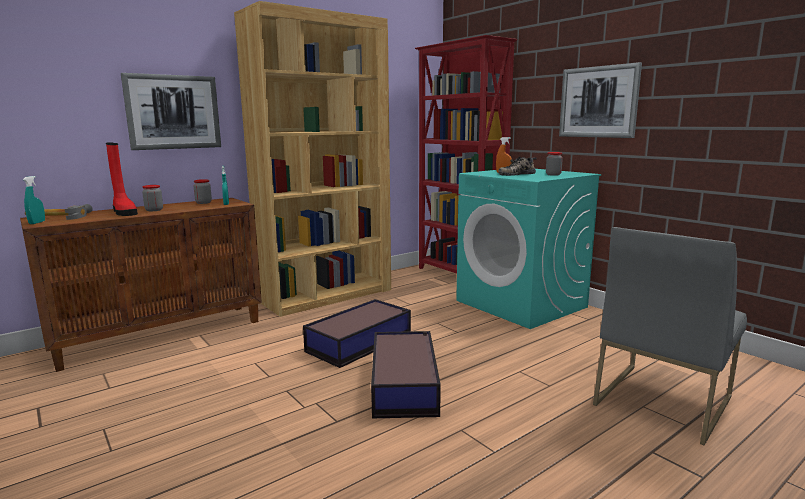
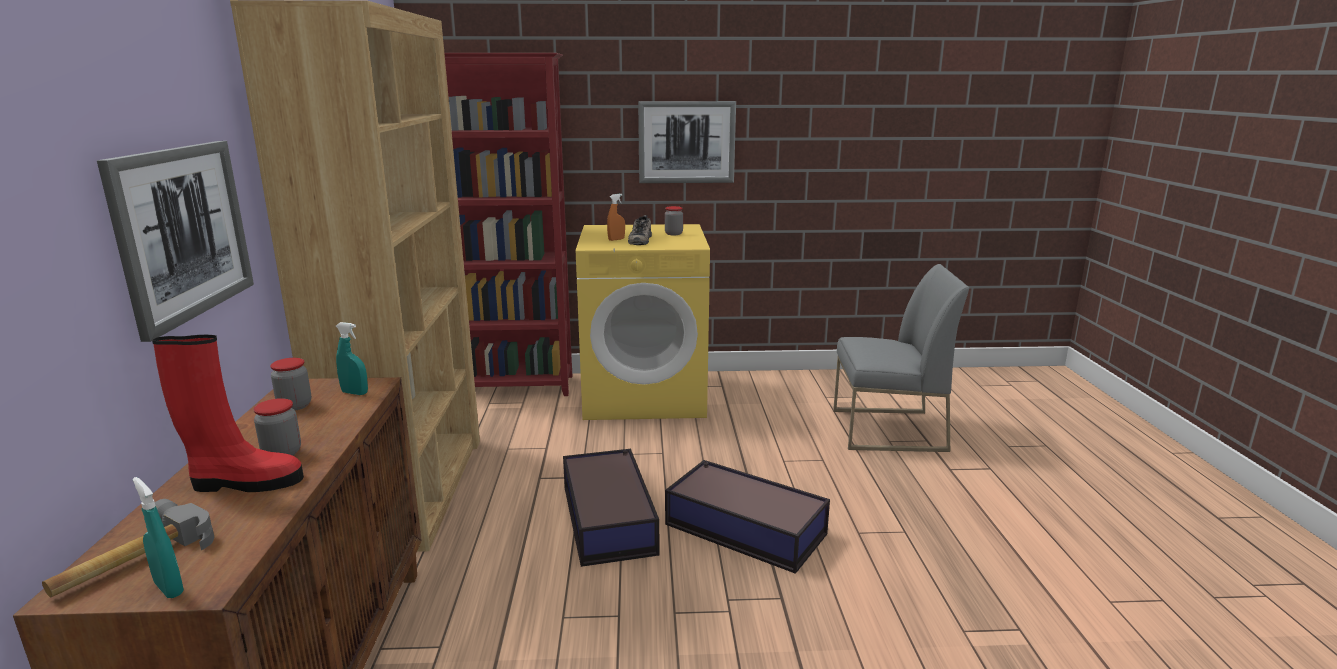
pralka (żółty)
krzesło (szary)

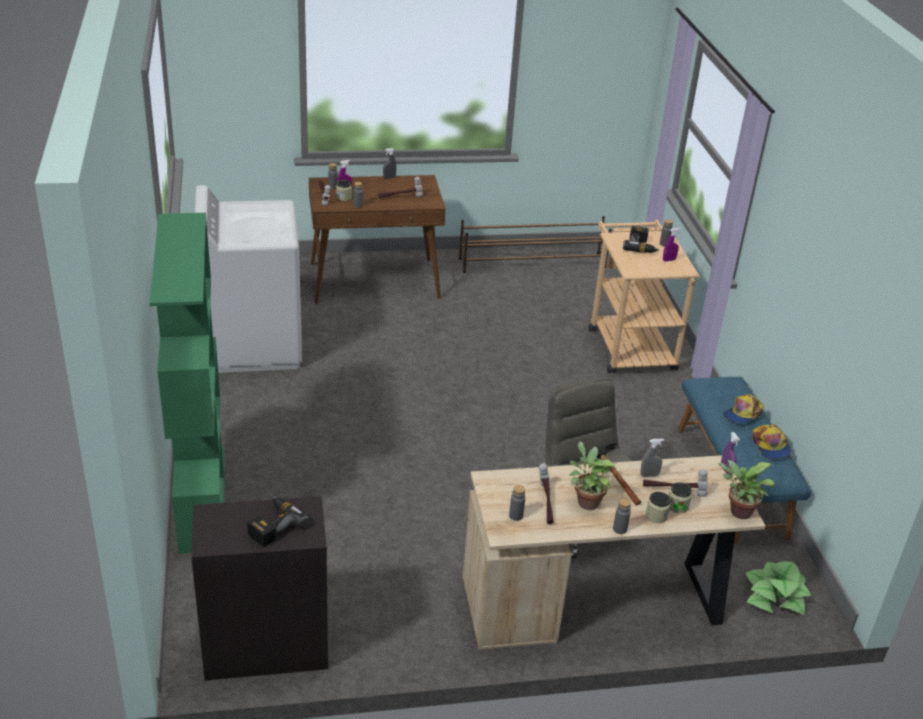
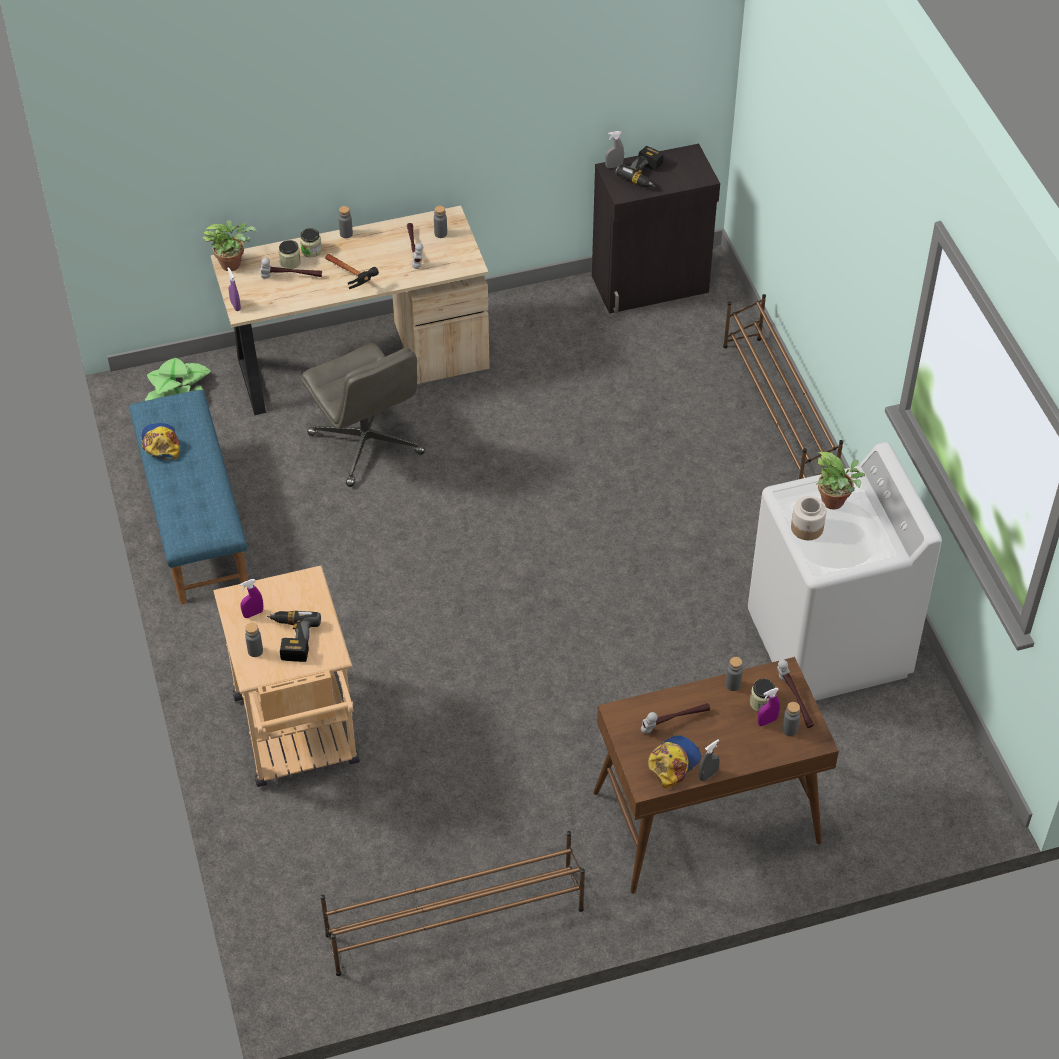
spryskiwacz (szary) (no. 1 from left)
czapka z daszkiem (no. 2 from left)
regał na buty (brązowy) (no. 2 from left)
słoik (no. 4 from left)
roślina doniczkowa (no. 3 from left)

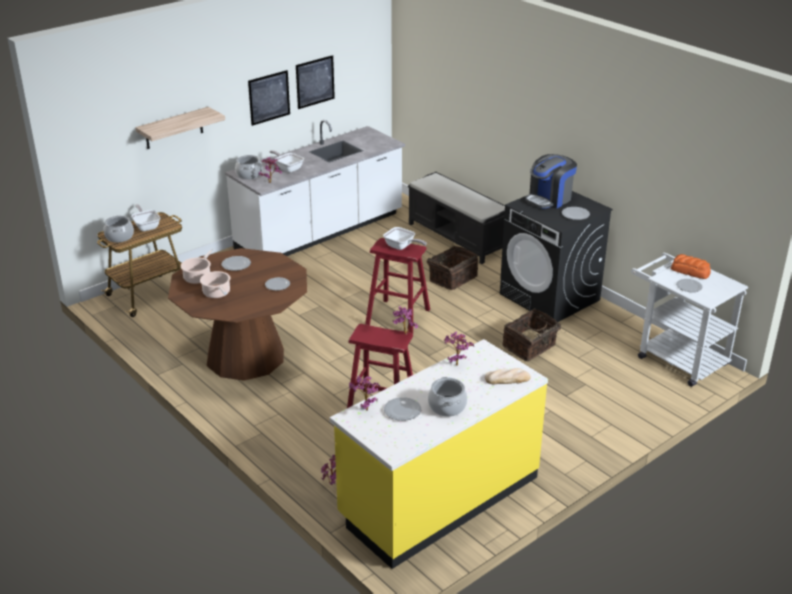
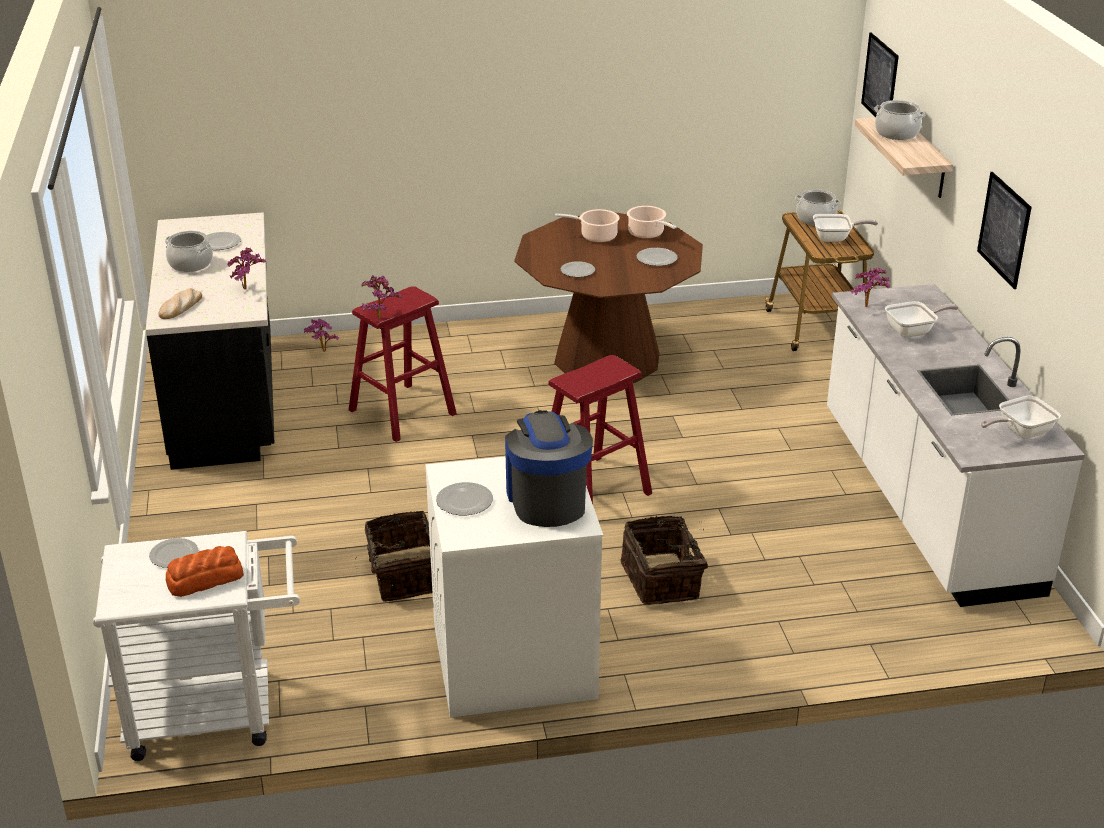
zabudowa kuchenna (czarny)
pralka (biały)
obraz (no. 1 from left)
garnek (no. 5 from left)
patelnia (no. 3 from left)
roślina doniczkowa (no. 3 from left in the first image)
ławka (czarny)

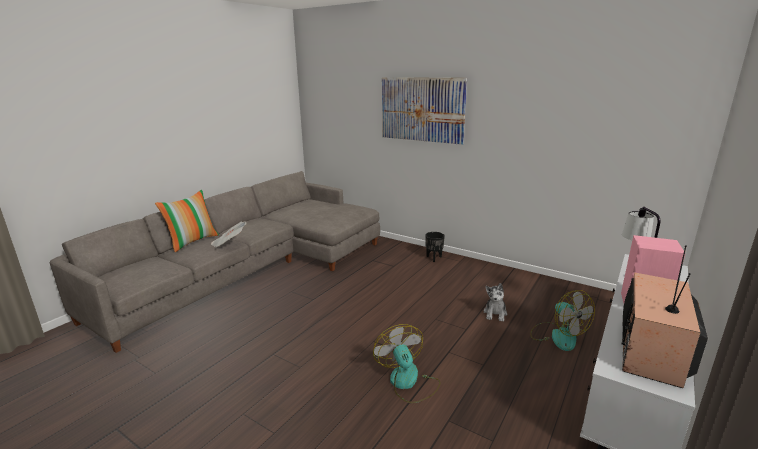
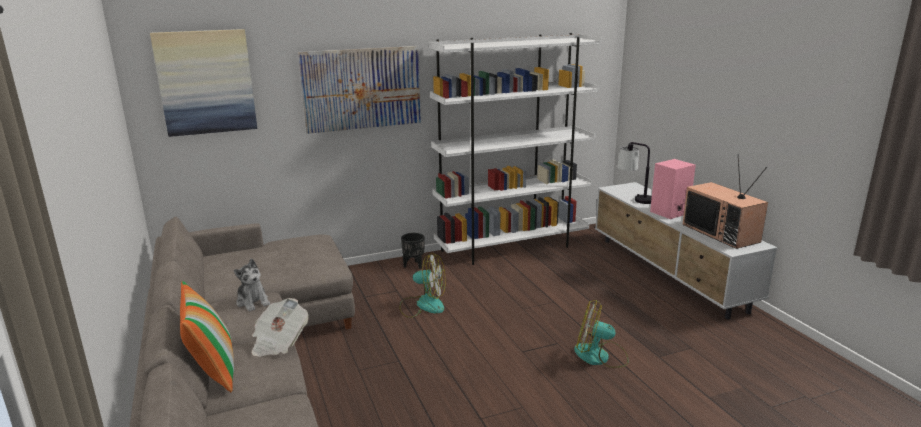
obraz (no. 1 from left)
pluszak
wentylator (no. 1 from left)
regał (biały)

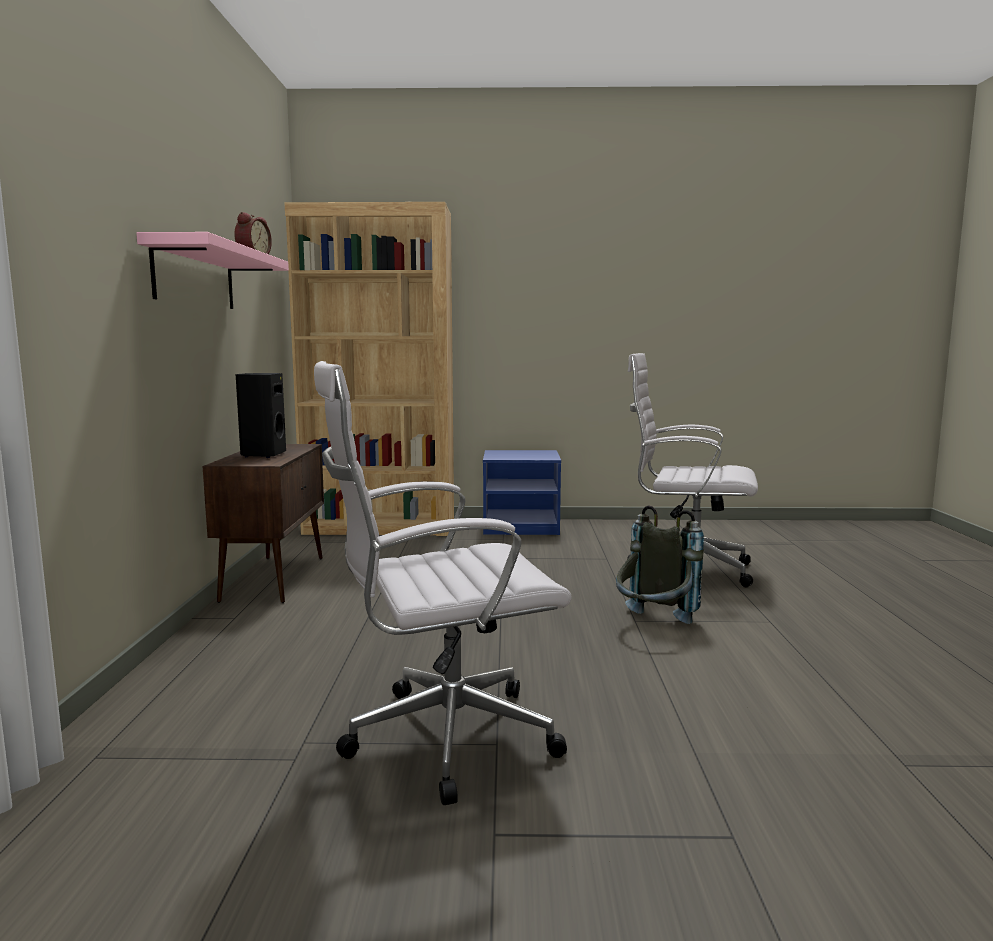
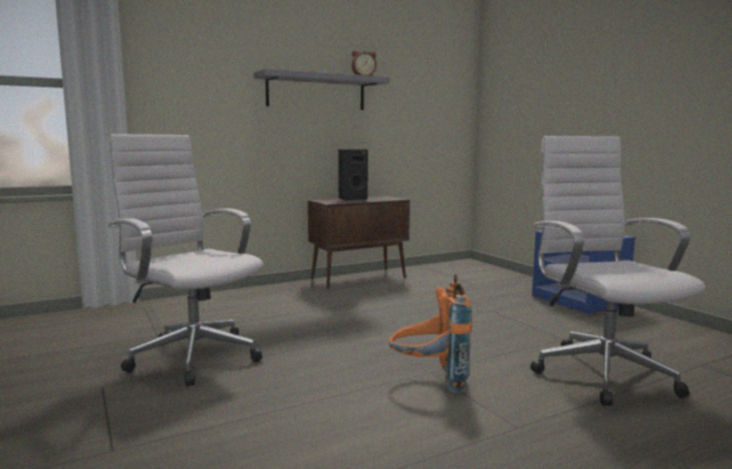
półka (szary)
plecak (pomarańczowy)
regał (brązowy)

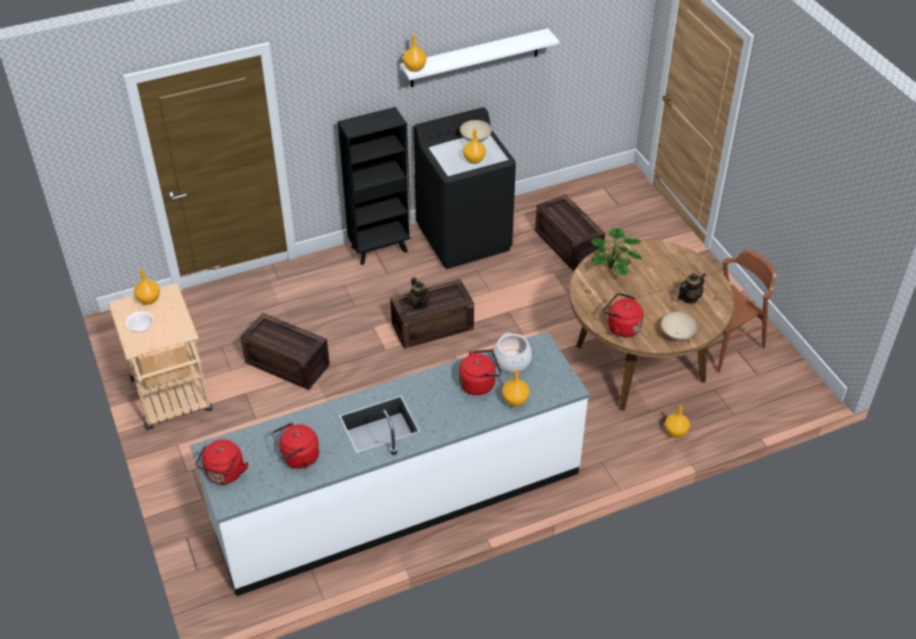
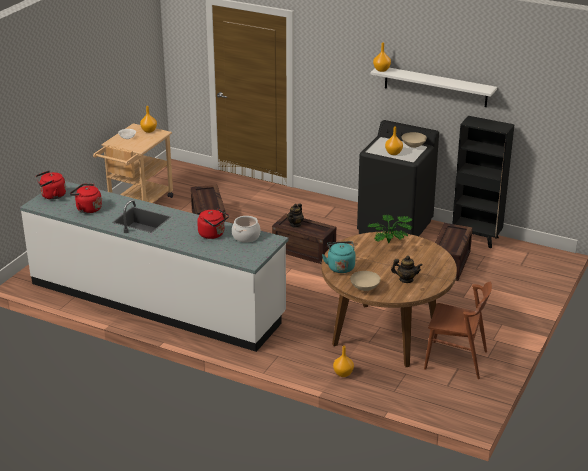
czajnik (turkusowy)
regał (czarny)
wazon (pomarańczowy) (no. 4 from left in the first image)

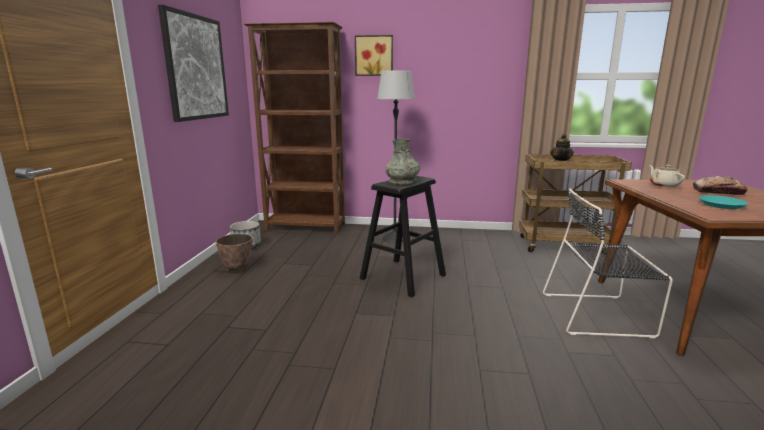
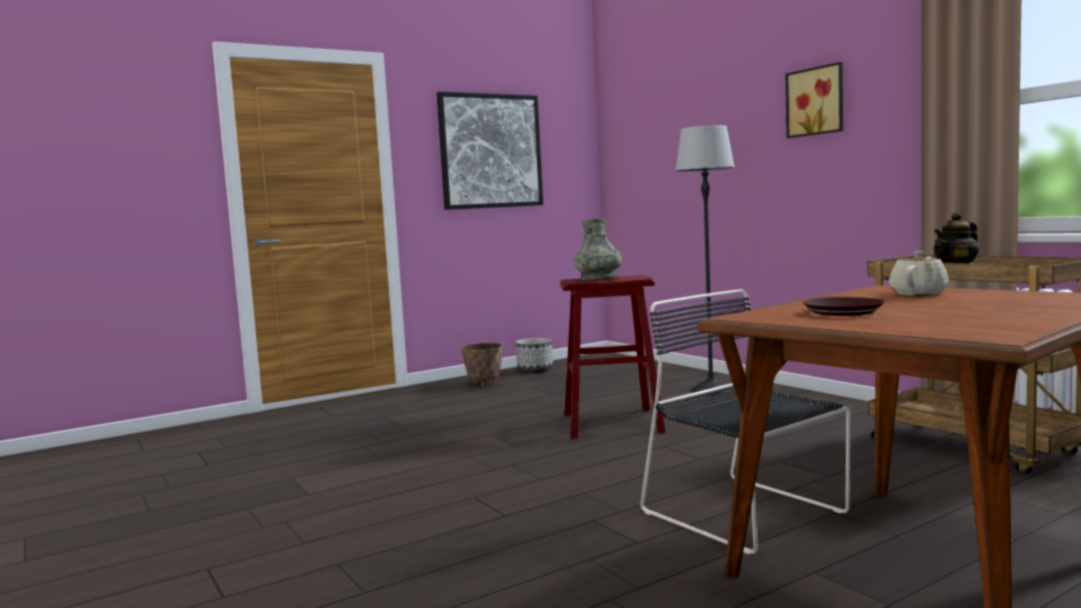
stołek (czerwony)
obraz (no. 2 from left)
talerz (brązowy)
regał (brązowy)
chleb

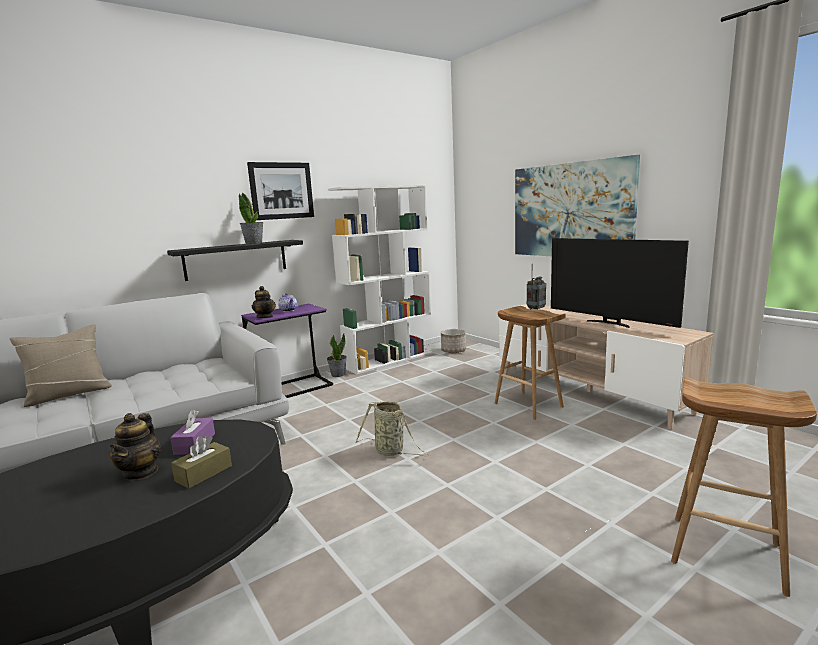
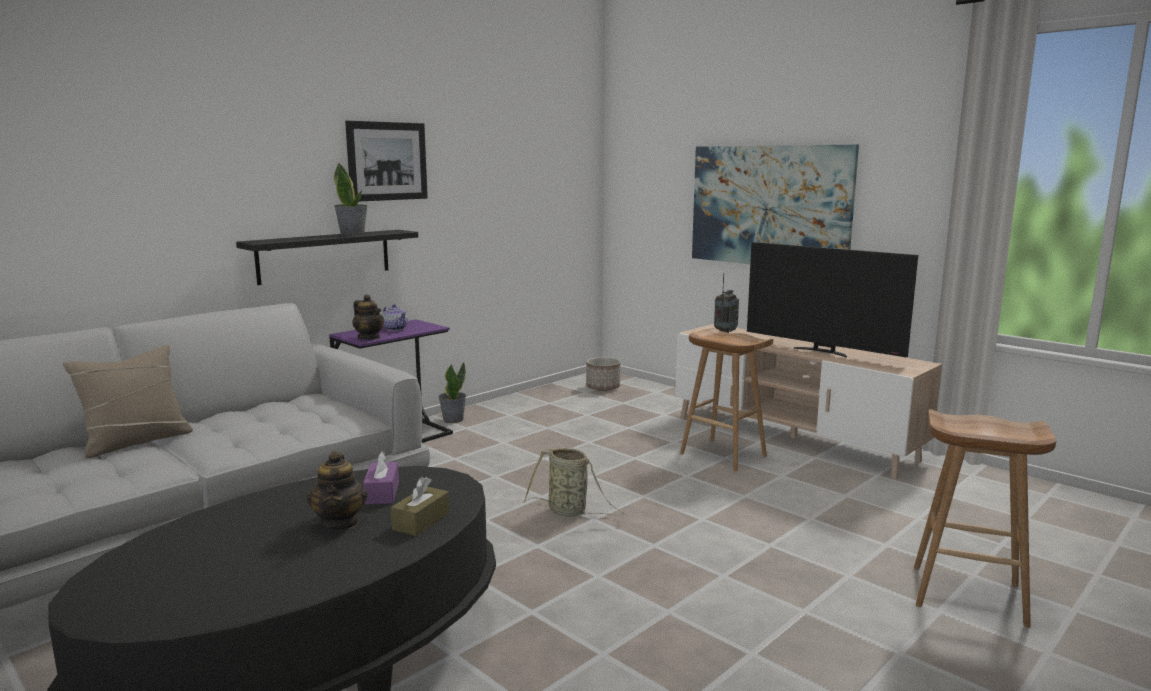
regał (biały)

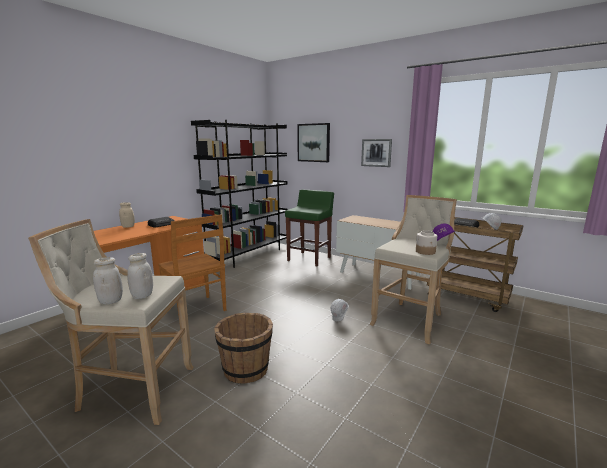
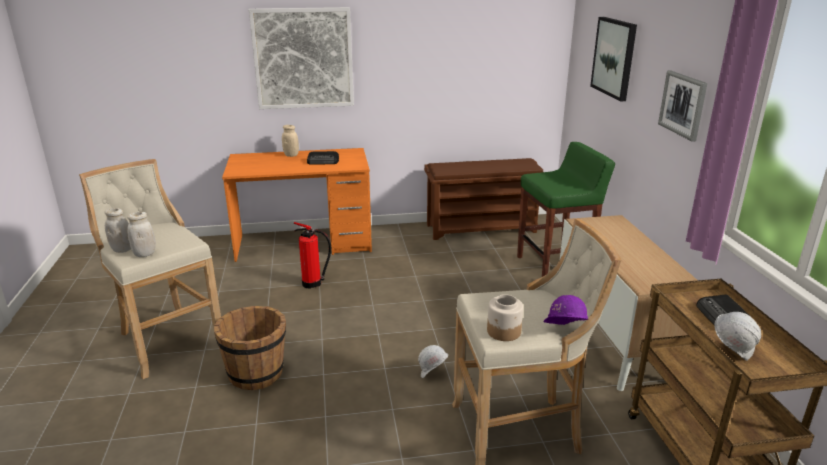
obraz (no. 1 from left)
gaśnica
regał na buty (brązowy)

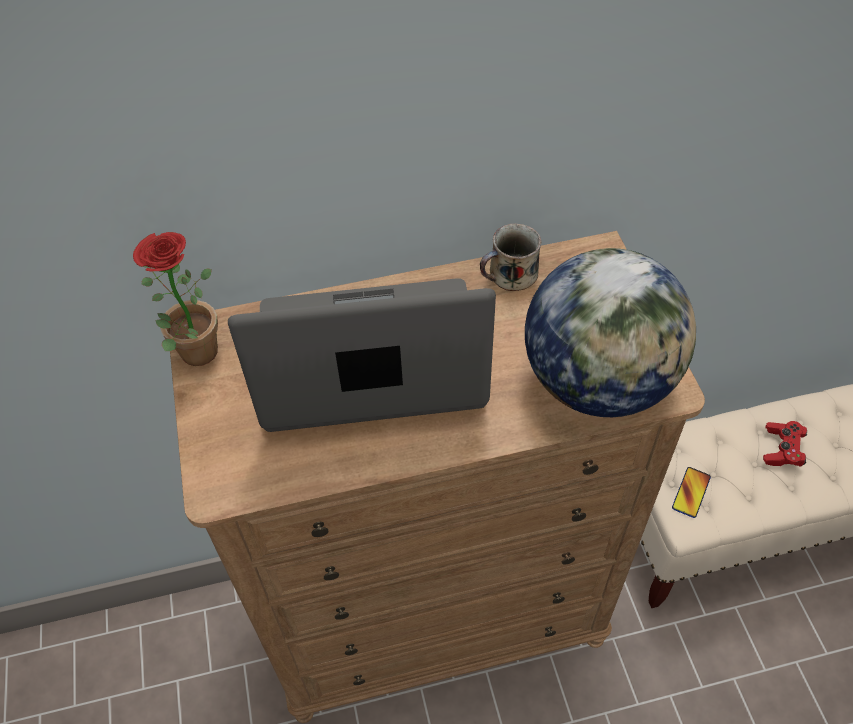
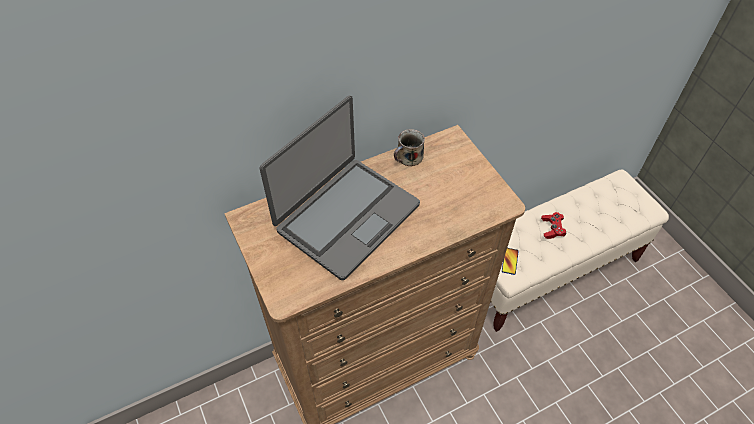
laptop
roślina doniczkowa
globus

